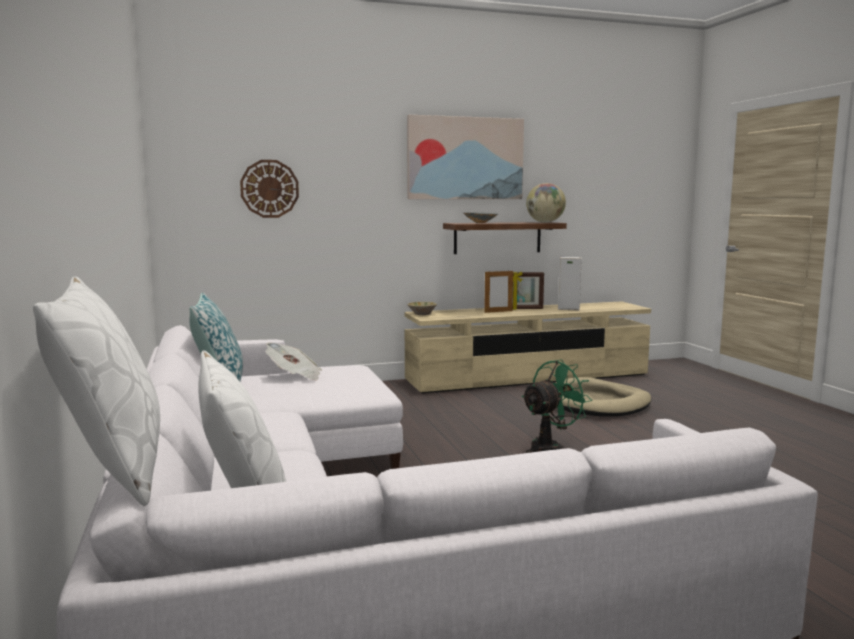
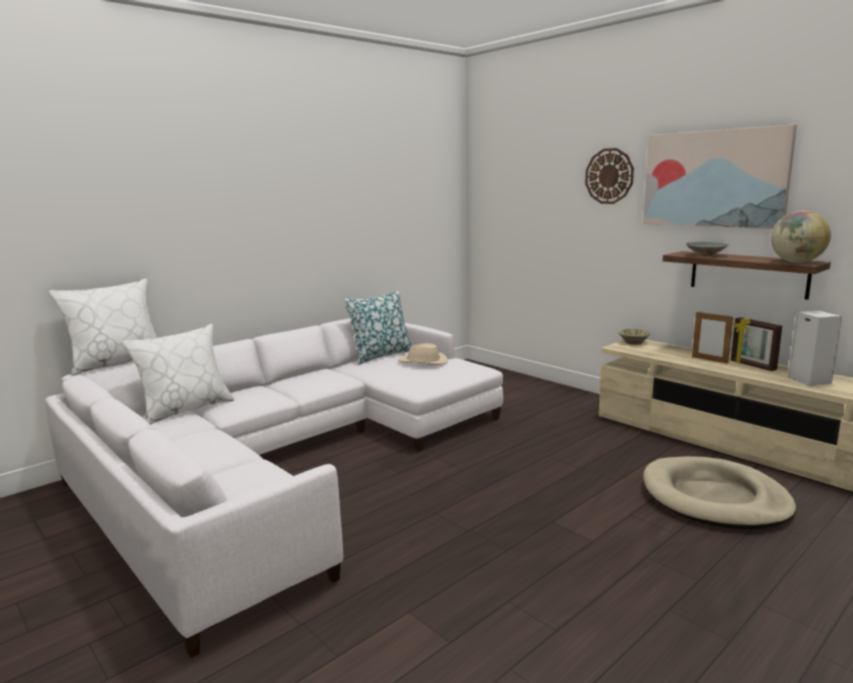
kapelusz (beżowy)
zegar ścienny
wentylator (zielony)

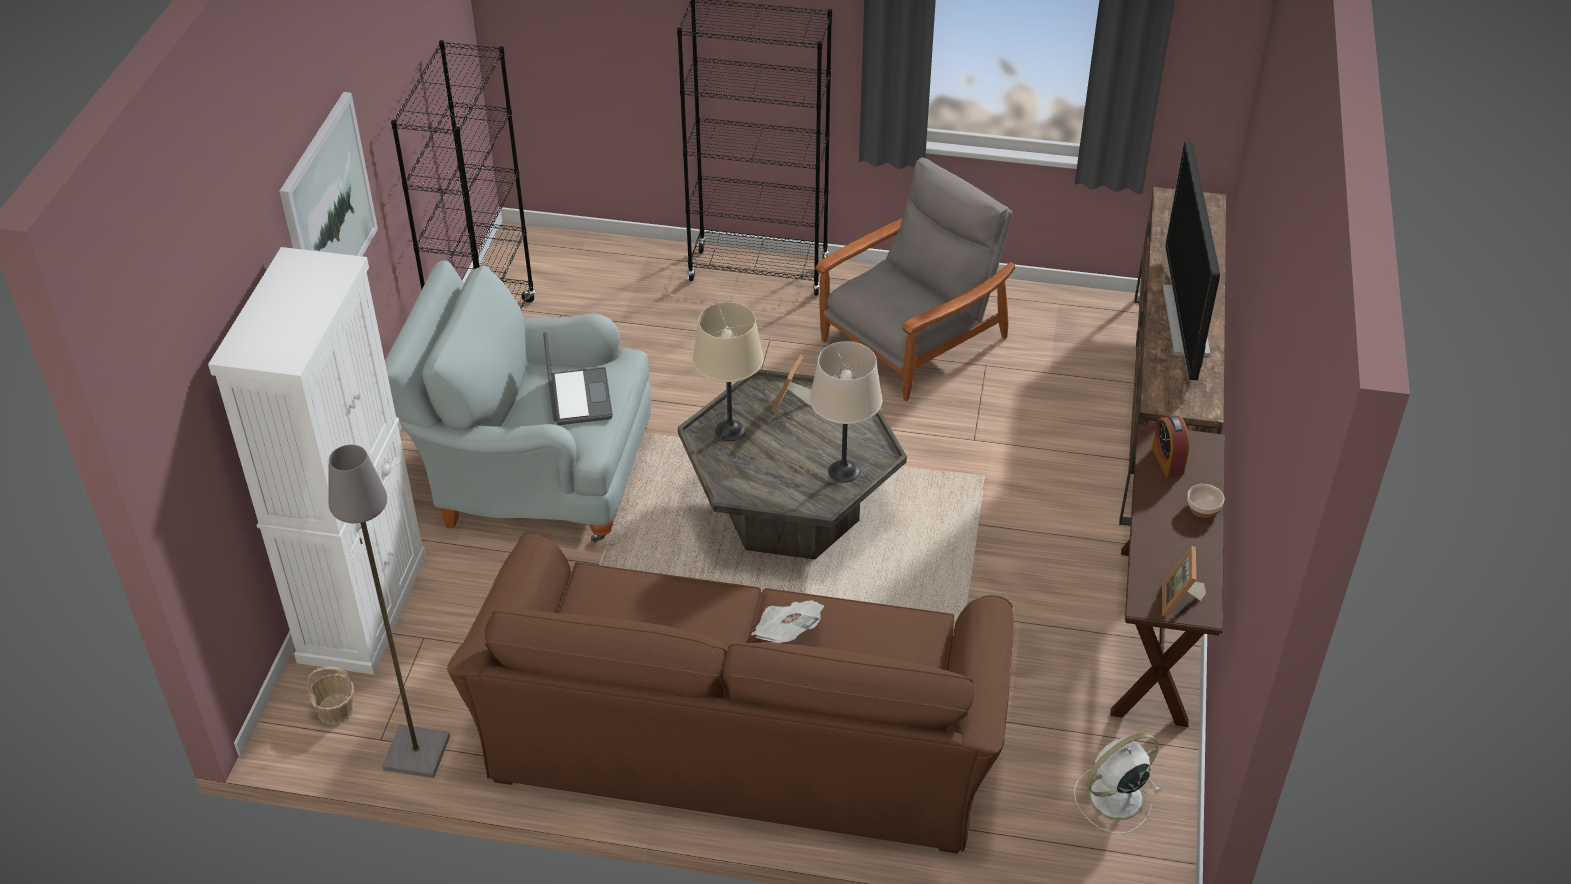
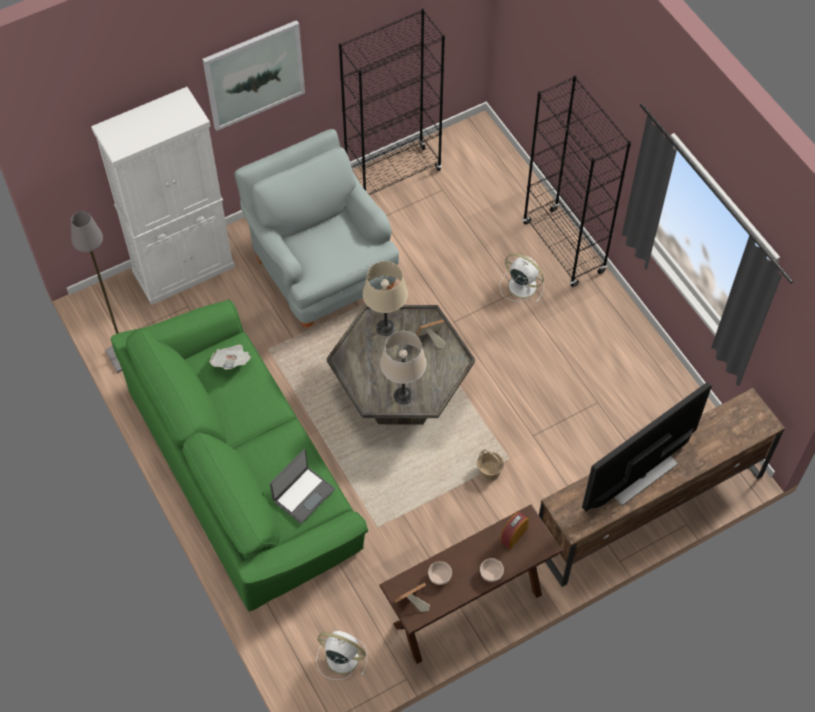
kanapa (zielony)
gazeta
laptop
miska (no. 1 from left)
koszyk
wentylator (biały) (no. 2 from left)
fotel (szary) (no. 2 from left in the first image)

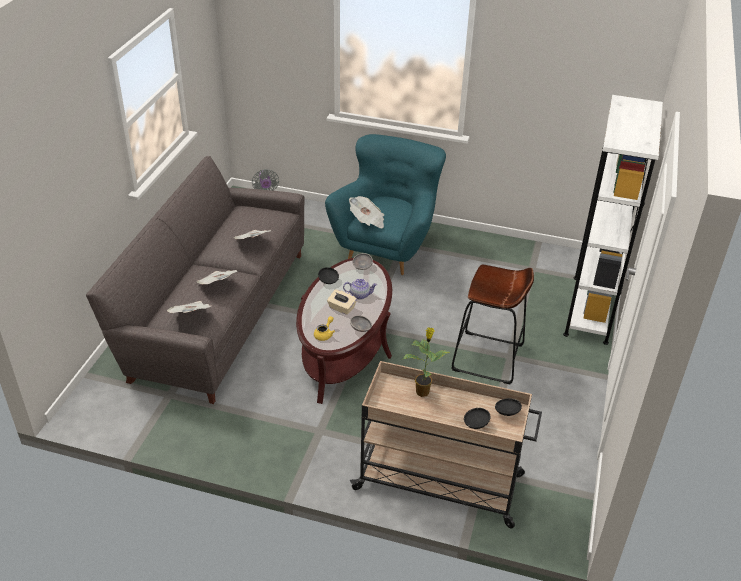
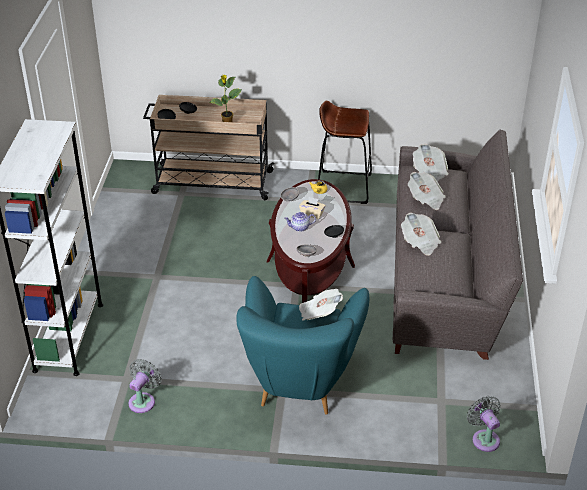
wentylator (szary) (no. 1 from left)
stołek (brązowy)

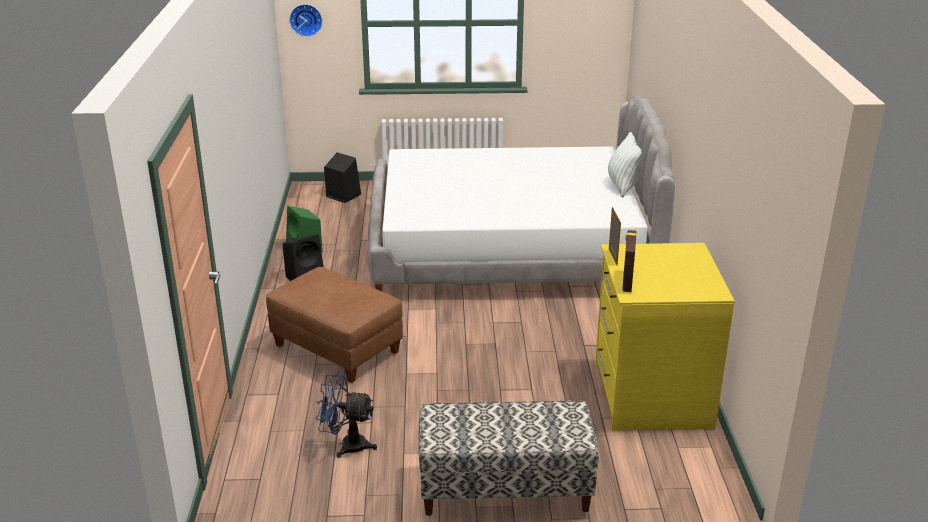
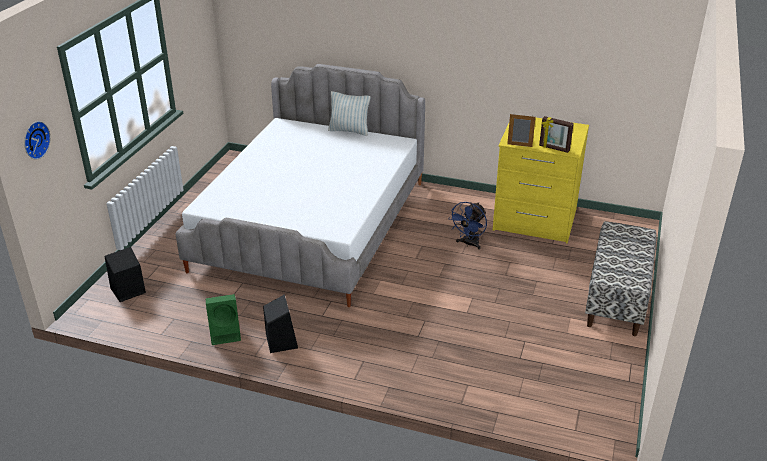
wentylator (niebieski)
pufa (brązowy)

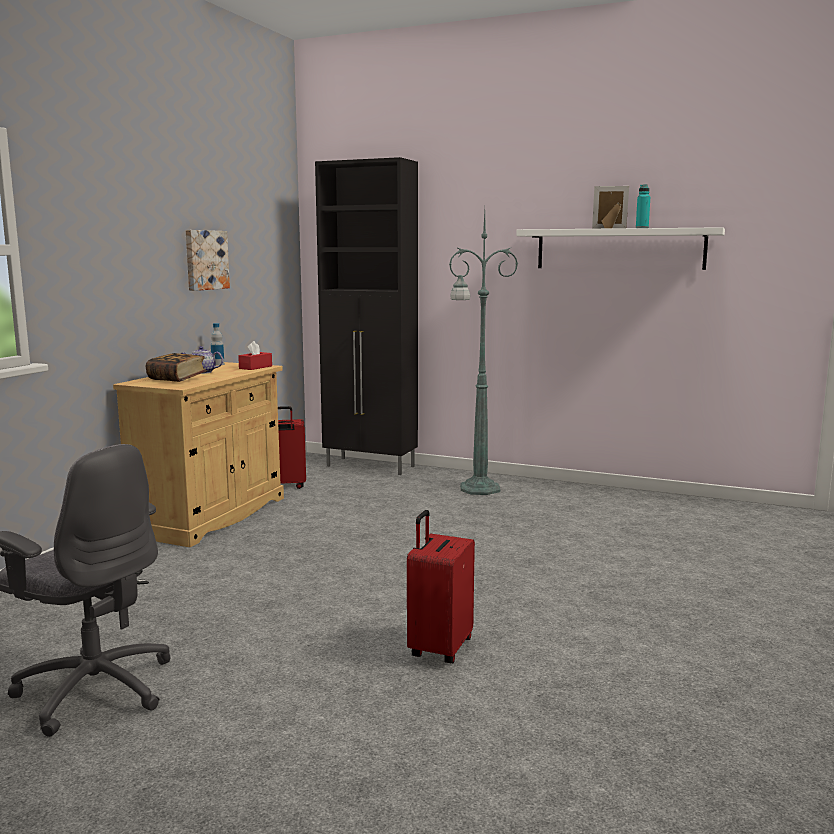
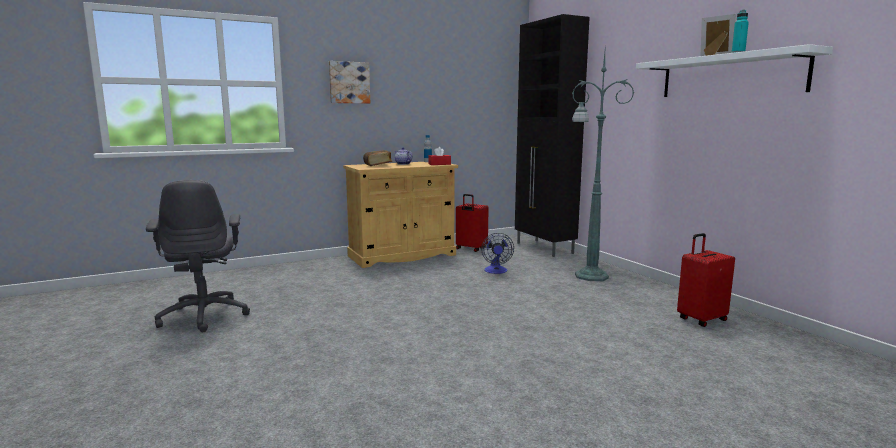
obraz
wentylator
walizka (czerwony) (no. 2 from left)

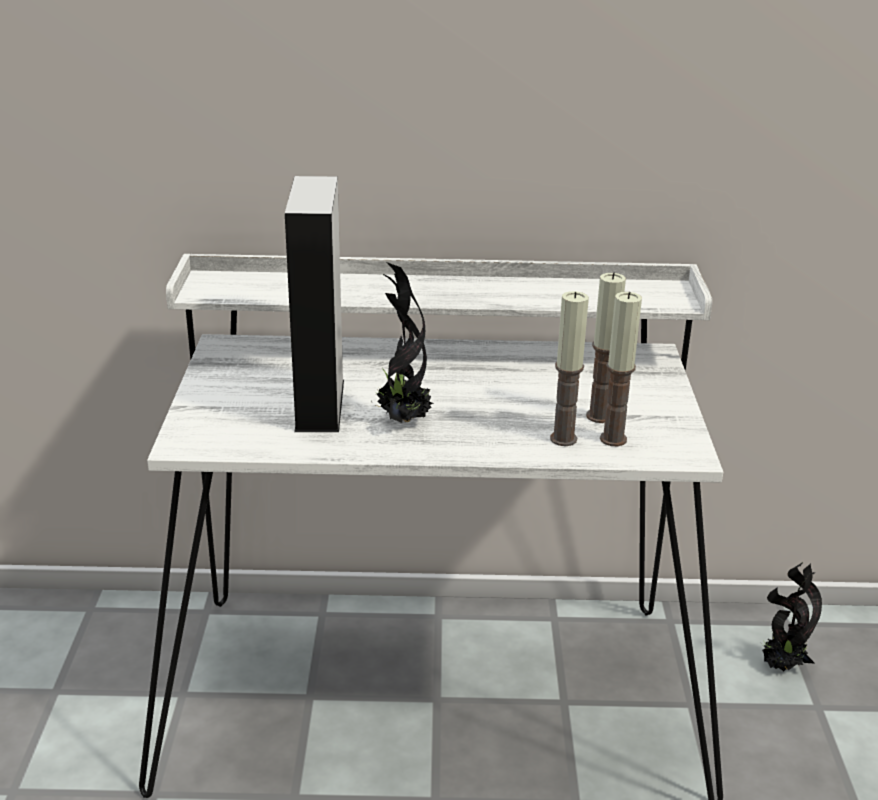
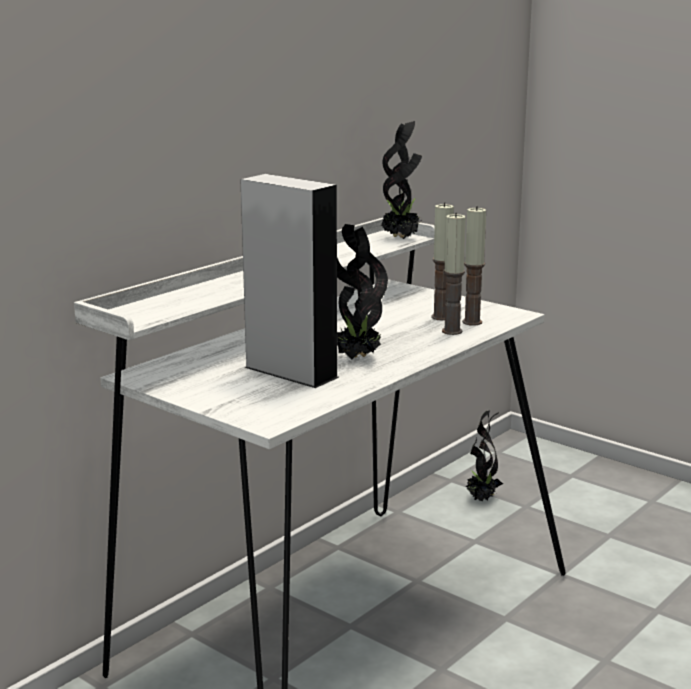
roślina doniczkowa (no. 2 from left)

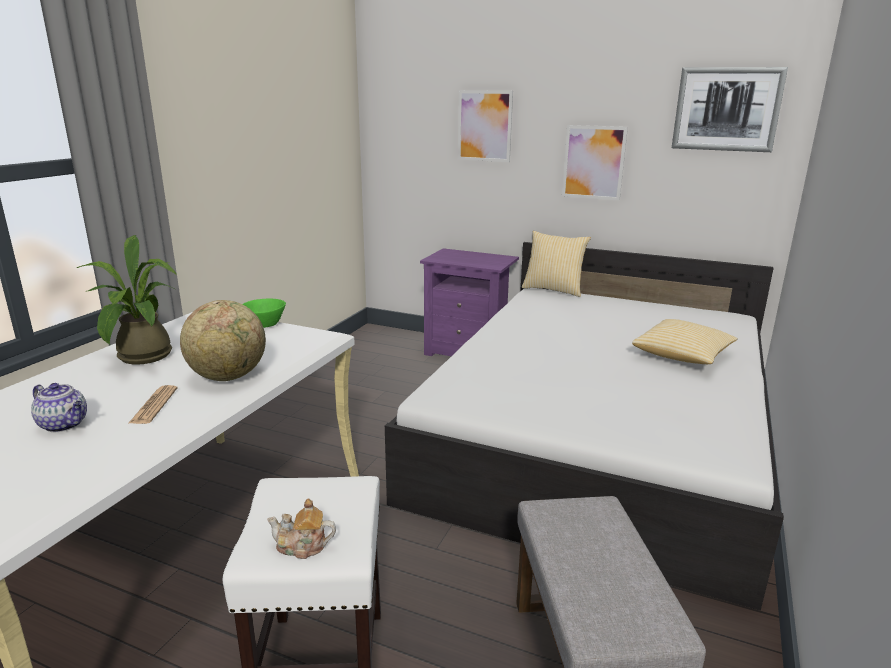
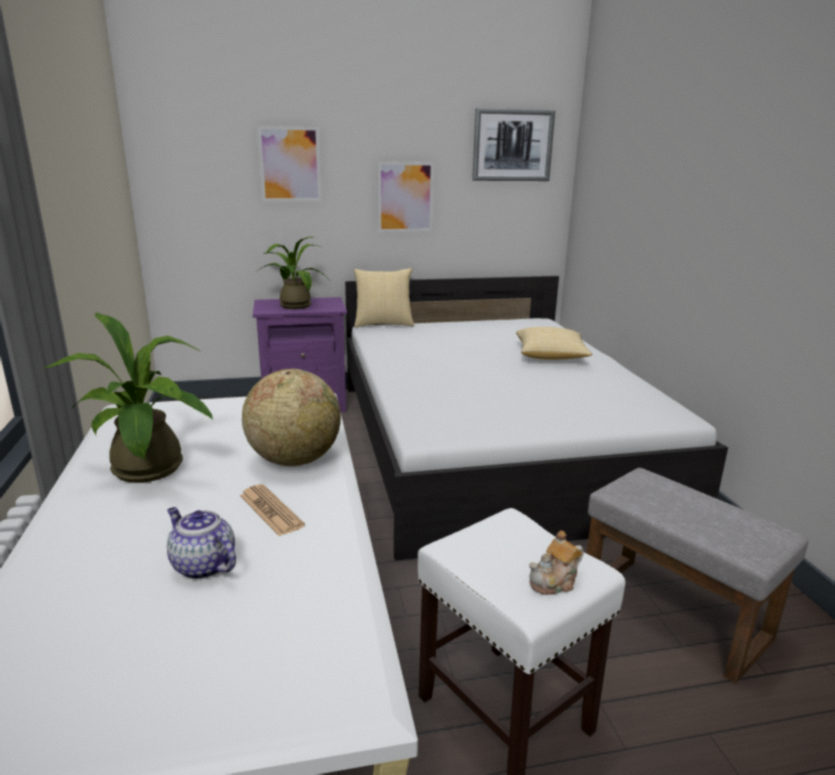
imbryk (no. 1 from left)
roślina doniczkowa (no. 2 from left)
miska (zielony)

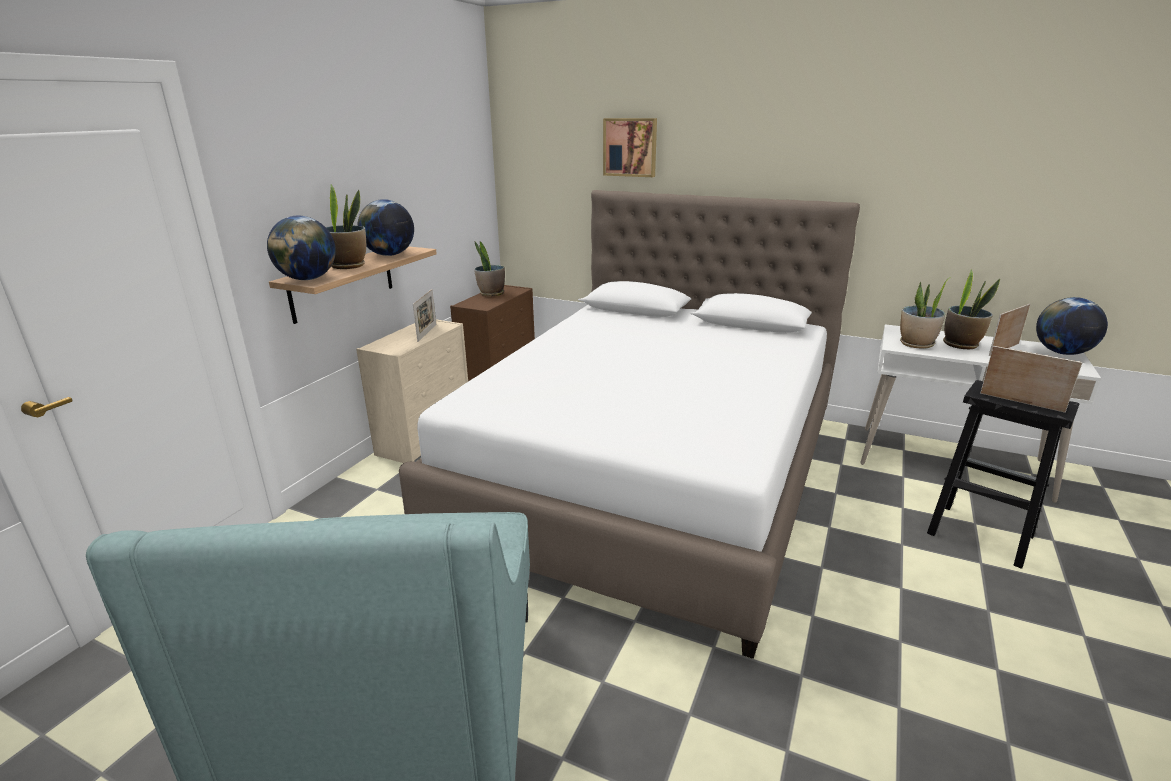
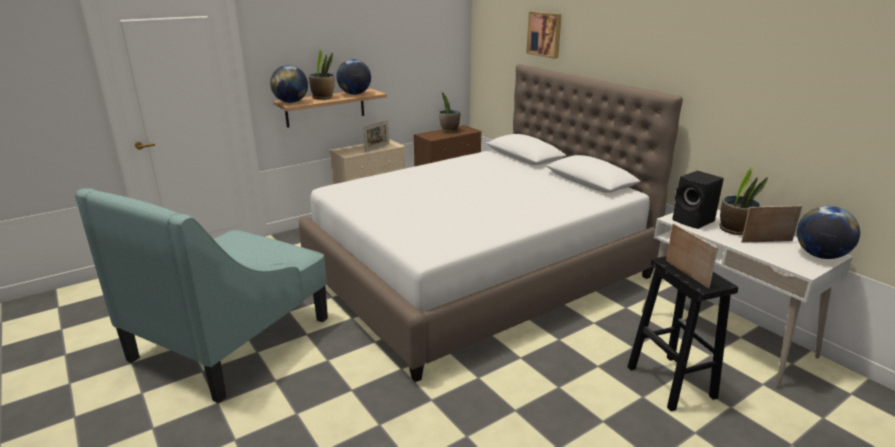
głośnik (czarny)

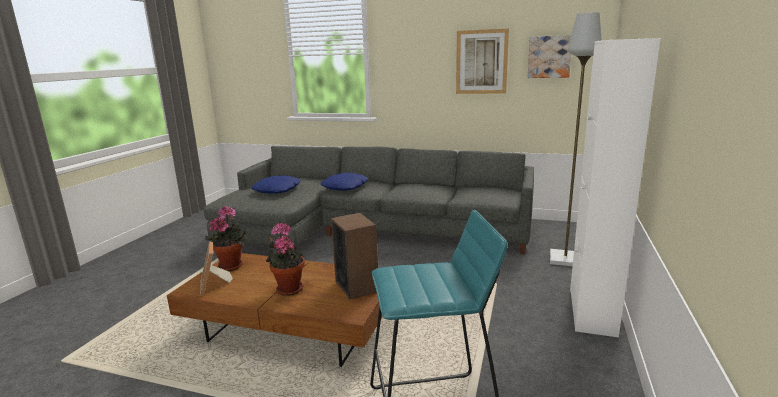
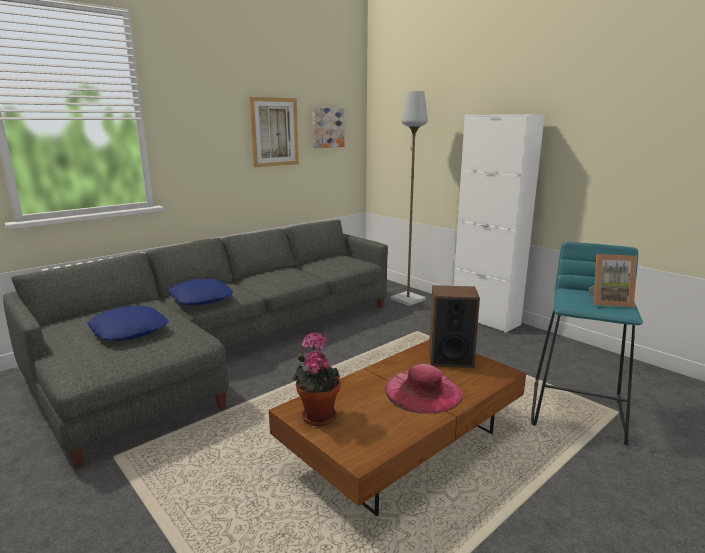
kapelusz (różowy)
ramka na zdjęcie

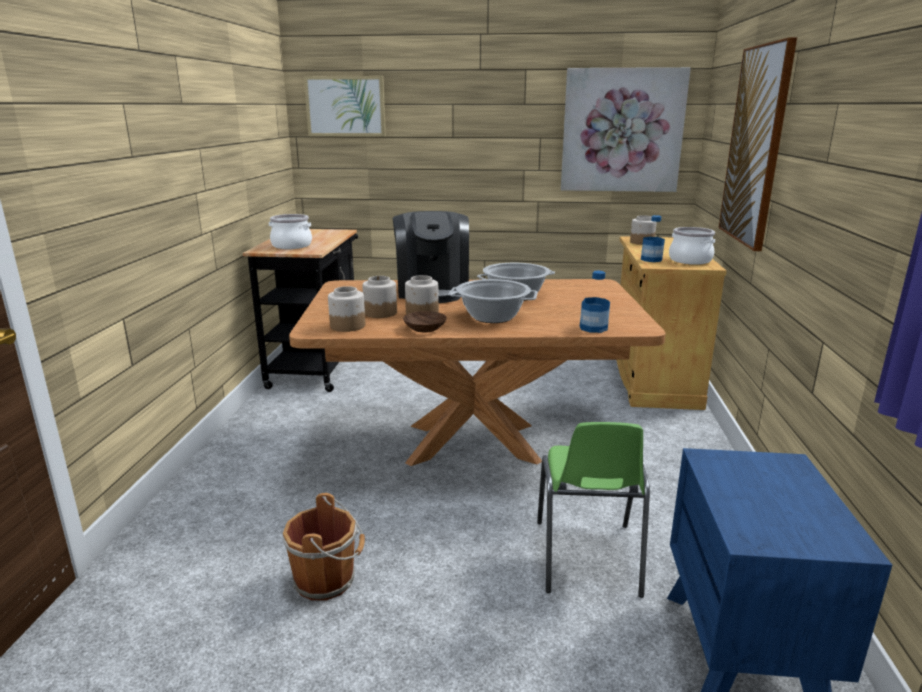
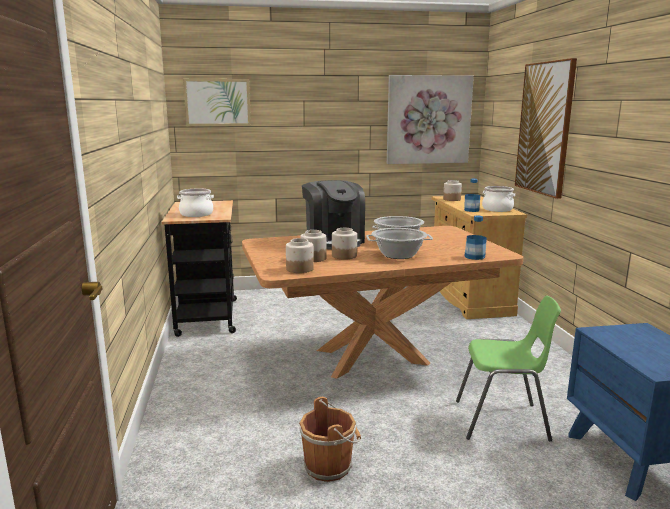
krzesło (zielony)
miska (brązowy)

